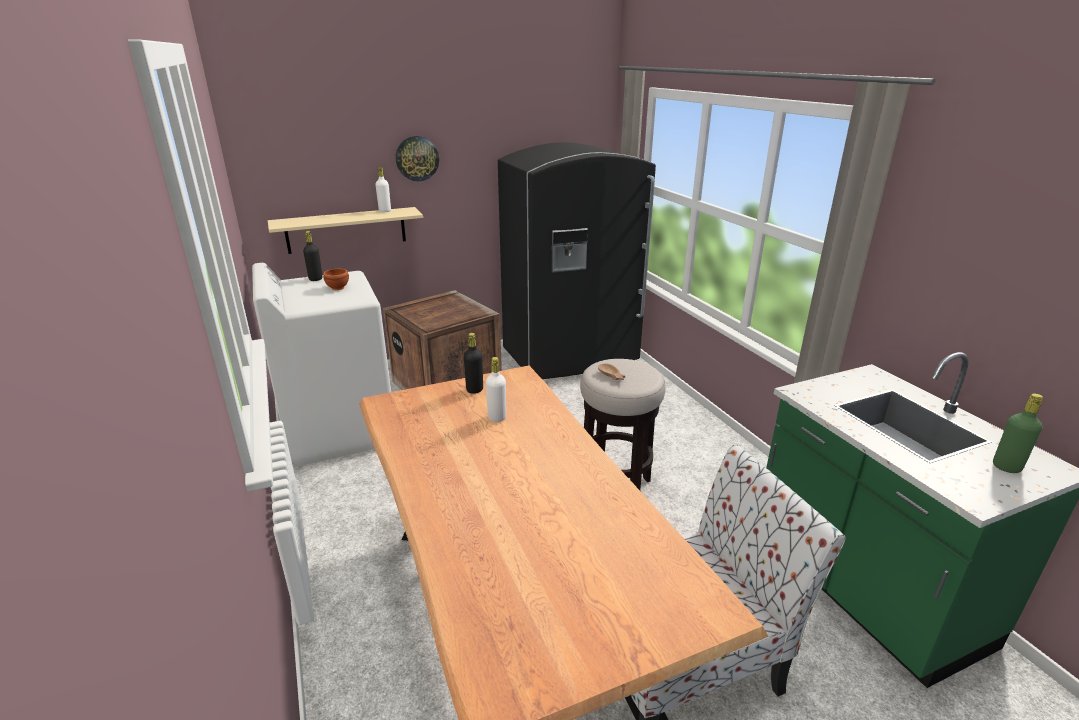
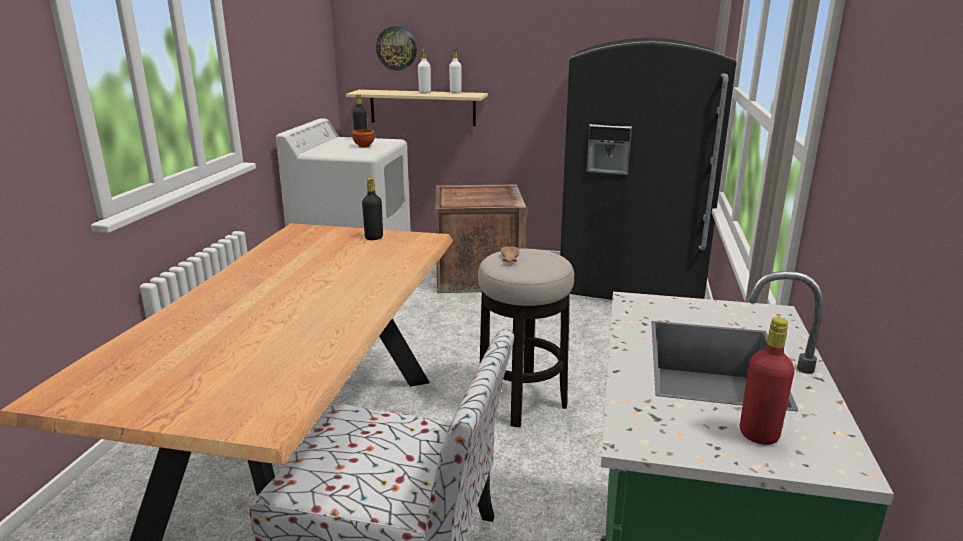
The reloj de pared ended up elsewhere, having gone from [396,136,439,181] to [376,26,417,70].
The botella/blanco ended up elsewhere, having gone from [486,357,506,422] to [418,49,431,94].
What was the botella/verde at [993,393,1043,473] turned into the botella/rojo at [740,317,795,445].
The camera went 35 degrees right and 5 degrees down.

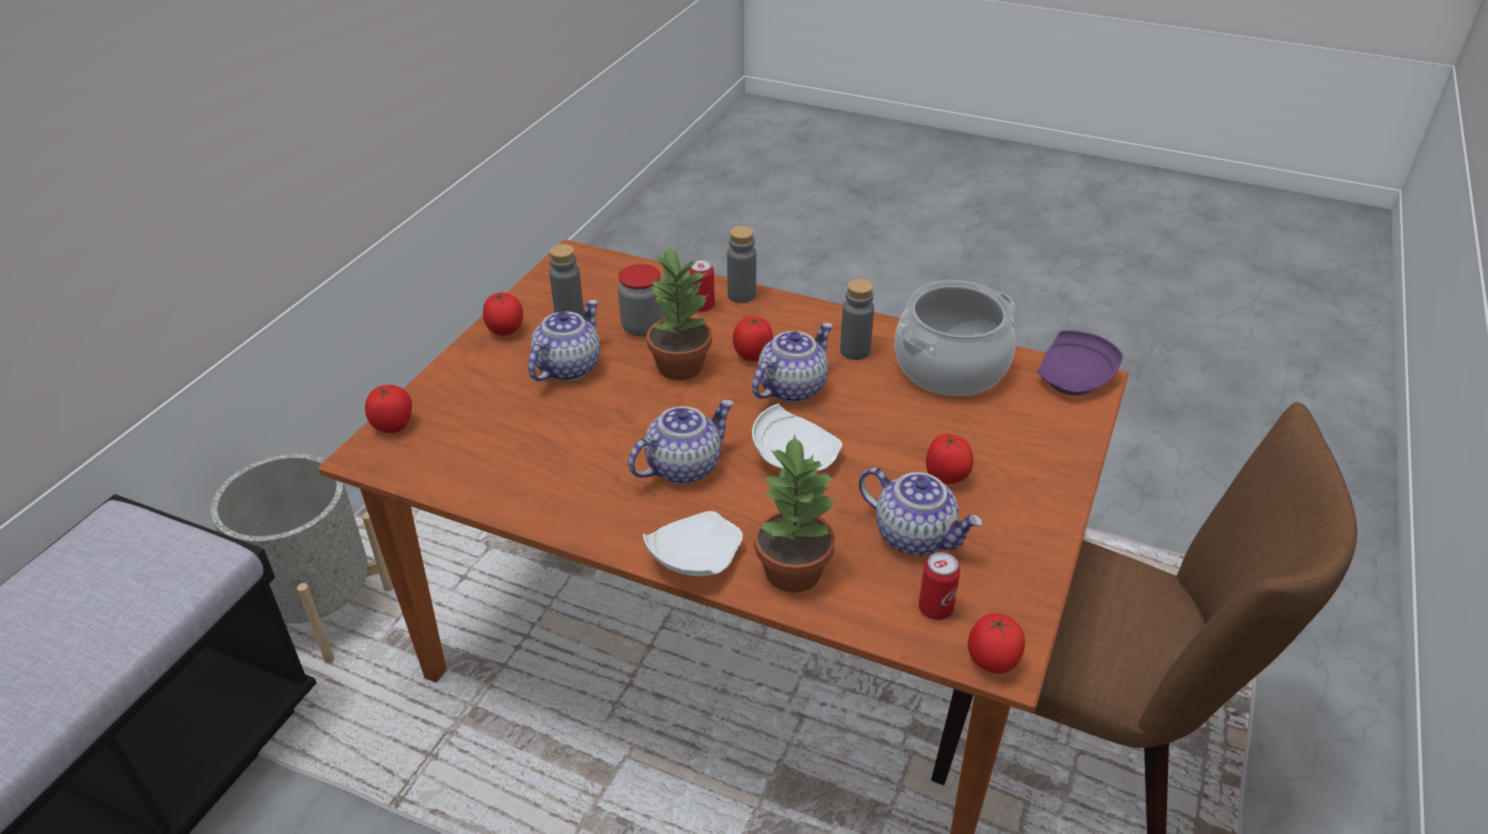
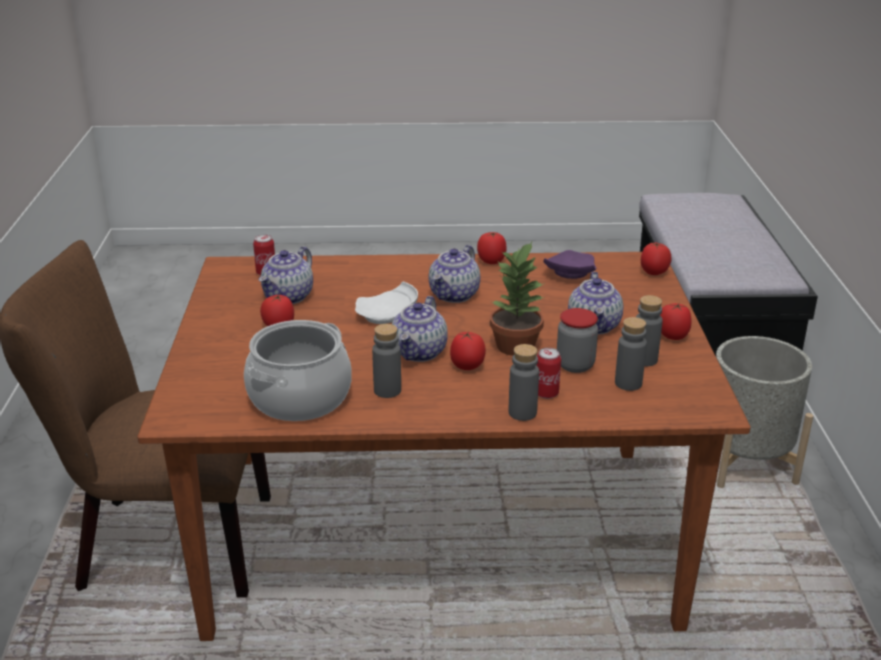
The second view lost the plato/blanco at [643,511,743,576].
The second view lost the planta en maceta at [754,434,836,592].
The tetera at [859,467,983,556] ended up facing another way, 75 degrees counterclockwise from before.
The tomate ended up elsewhere, having gone from [968,613,1025,674] to [477,232,507,264].
The plato/morado ended up elsewhere, having gone from [1037,330,1123,395] to [543,250,597,279].
The second view gained the botella/gris at [615,317,647,391].
The camera went 155 degrees right and 10 degrees down.

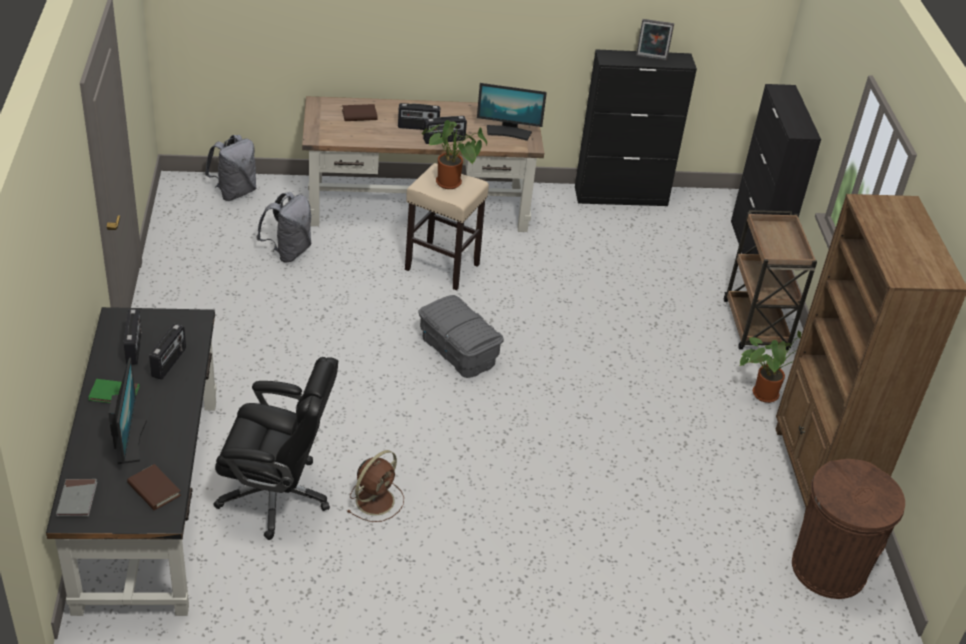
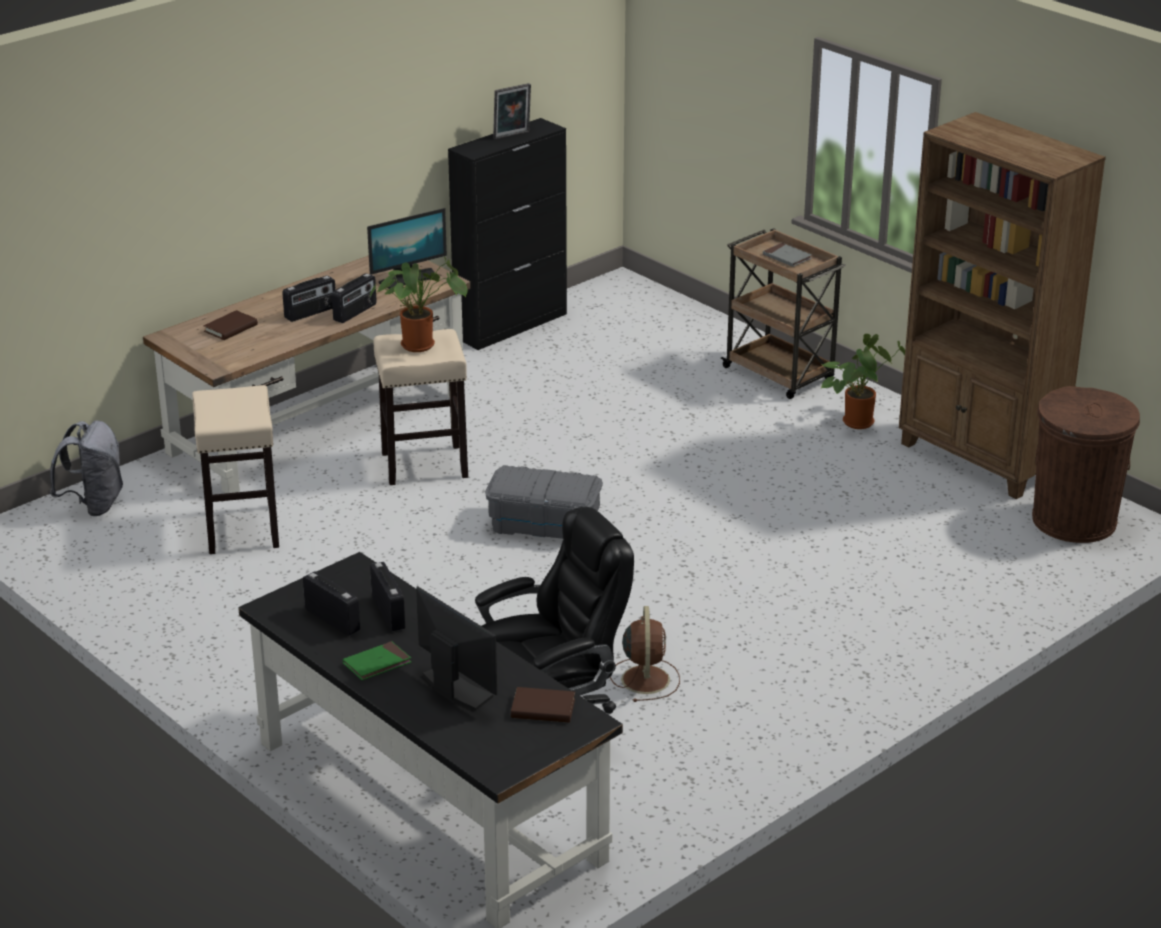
The libro/gris ended up elsewhere, having gone from [56,479,97,517] to [763,243,812,267].
Where the mochila/gris stood at [256,192,312,263], the taburete/beis came to stand at [192,385,279,554].
The second view lost the armario/negro at [731,84,821,254].
The camera went 35 degrees left and 10 degrees down.

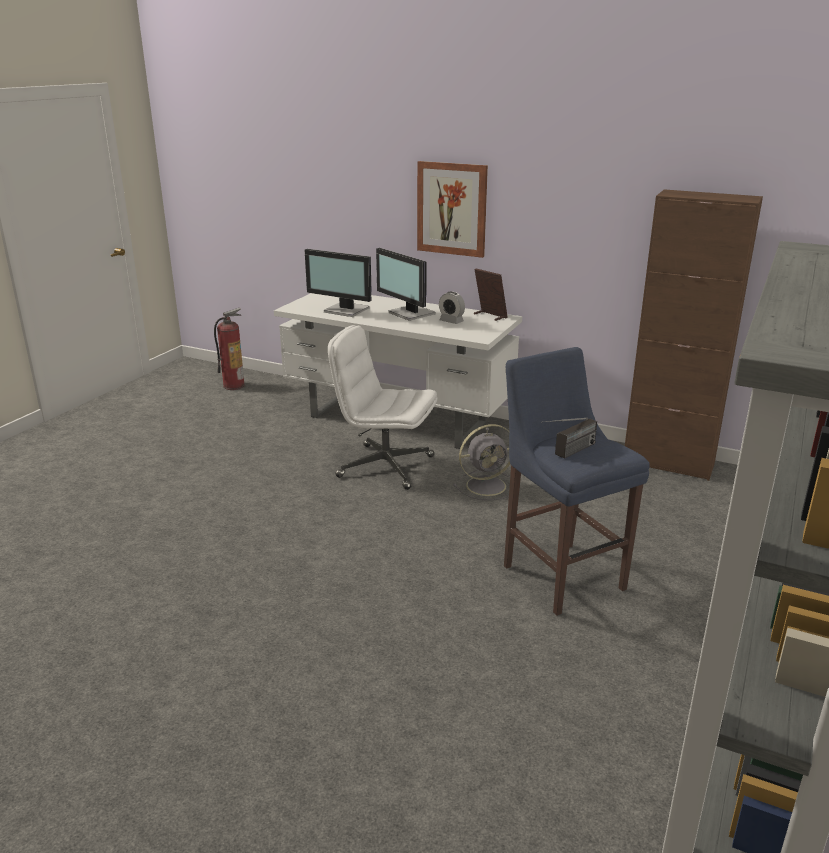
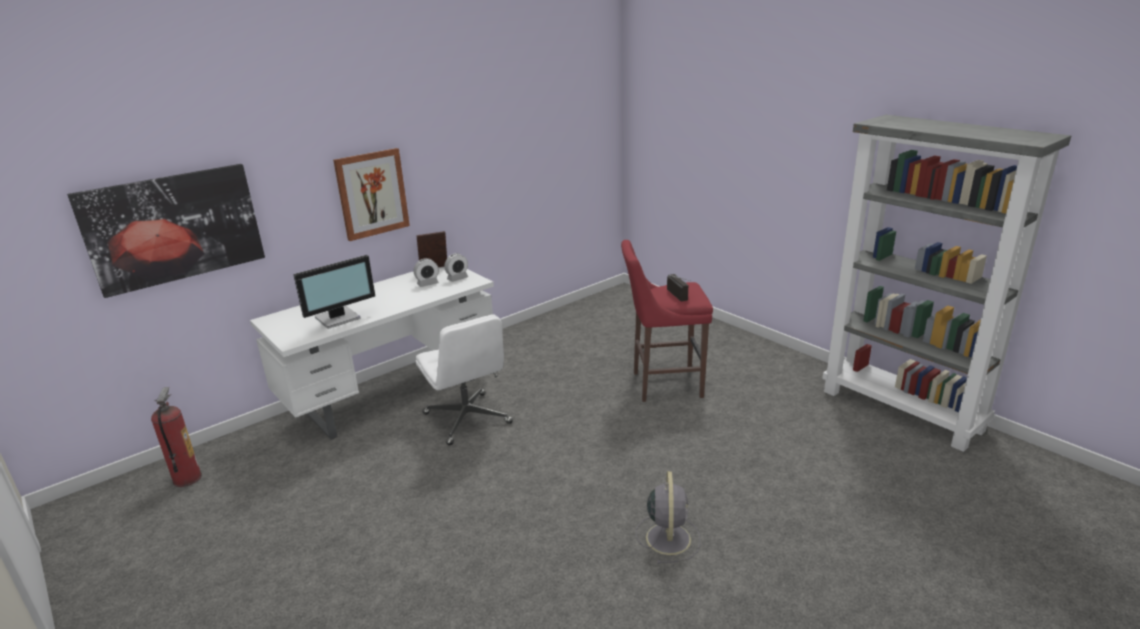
The silla de oficina/blanco at [328,325,437,490] ended up facing another way, 75 degrees counterclockwise from before.
The second view lost the monitor at [376,248,436,321].
The ventilador/gris ended up elsewhere, having gone from [453,424,510,500] to [636,471,701,564].
What was the taburete/azul at [504,347,650,616] turned into the taburete/rojo at [621,240,713,402].
The second view lost the armario/marrón at [625,189,763,481].
The second view gained the cuadro at [67,164,265,298].
The second view gained the despertador at [444,253,468,282].
The camera went 65 degrees left and 0 degrees up.

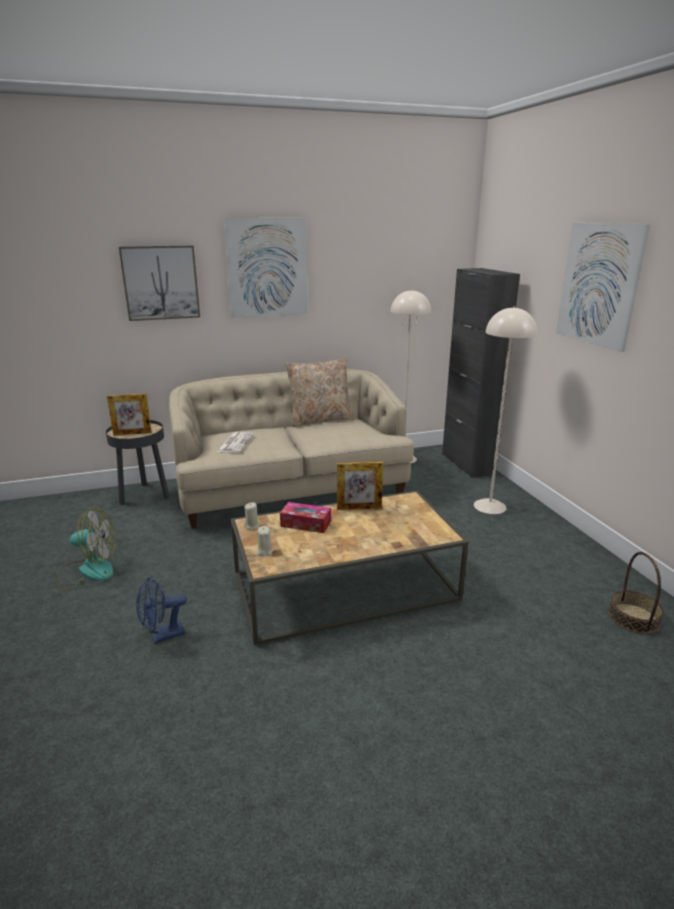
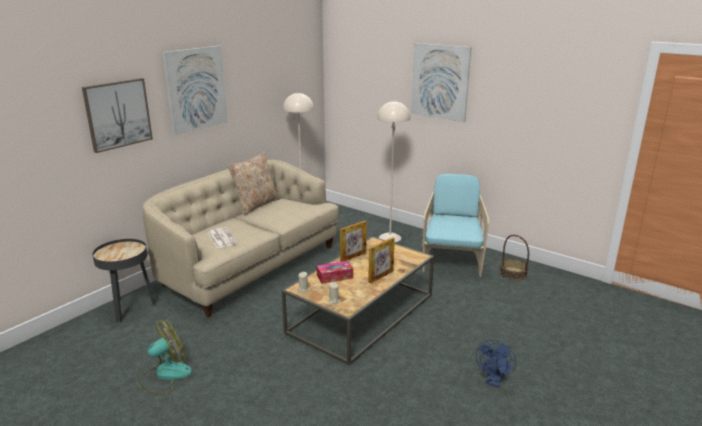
The portarretratos ended up elsewhere, having gone from [107,394,152,435] to [368,237,395,283].
The ventilador/azul ended up elsewhere, having gone from [136,577,187,644] to [476,340,516,387].
The second view lost the armario/negro at [442,268,520,478].
The second view gained the sillón/turquesa at [422,174,489,277].
The camera went 35 degrees left and 0 degrees up.

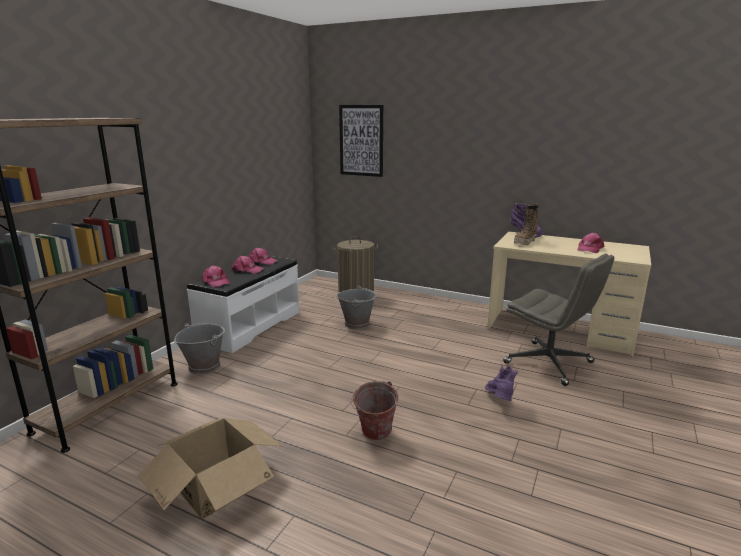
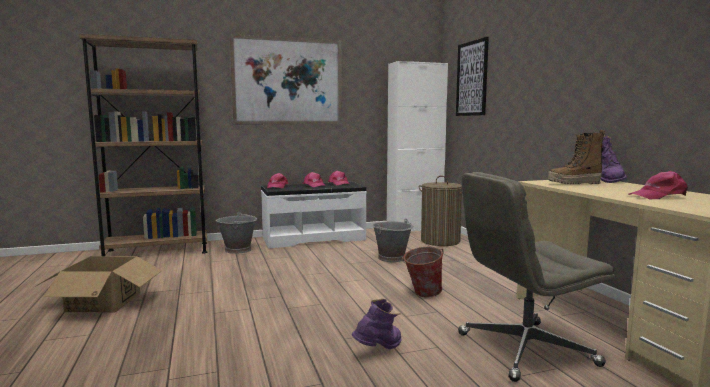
The cubo ended up elsewhere, having gone from [351,381,398,440] to [402,247,444,297].
The silla de oficina/gris at [503,254,614,386] ended up facing another way, 75 degrees clockwise from before.
The second view gained the cuadro at [229,34,342,124].
The second view gained the armario/blanco at [387,61,448,231].
The camera went 45 degrees right and 10 degrees down.

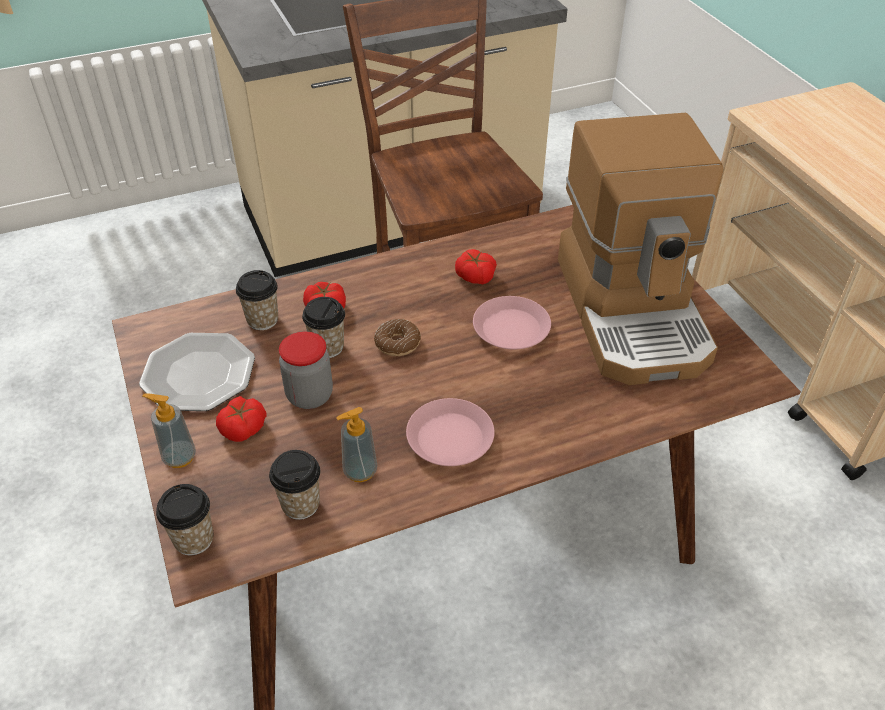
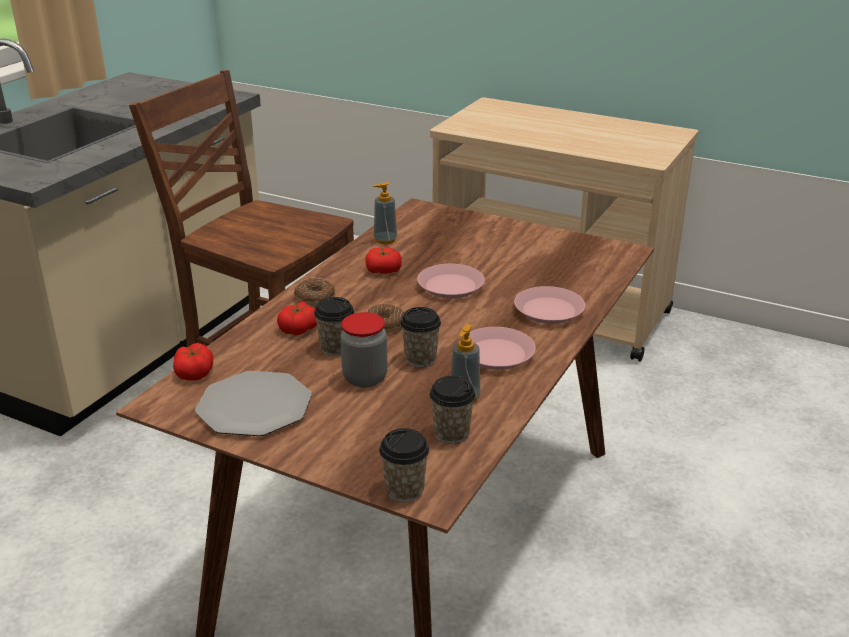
The dispensador de jabón ended up elsewhere, having gone from [143,393,196,468] to [373,182,397,244].
The tomate ended up elsewhere, having gone from [216,396,267,442] to [173,343,213,381].
The taza ended up elsewhere, having gone from [236,270,278,330] to [400,307,441,367].
The second view lost the cafetera at [558,113,723,385].
The second view gained the rosquilla at [294,278,335,305].
The second view gained the plato/rosa at [514,286,585,324].
The camera went 40 degrees left and 15 degrees down.

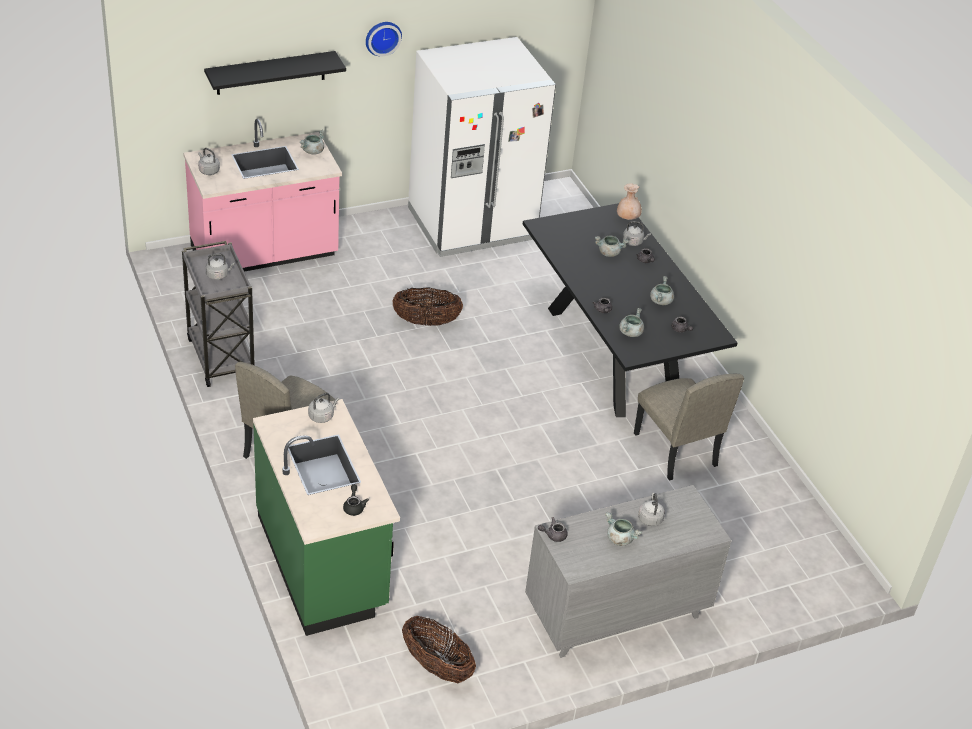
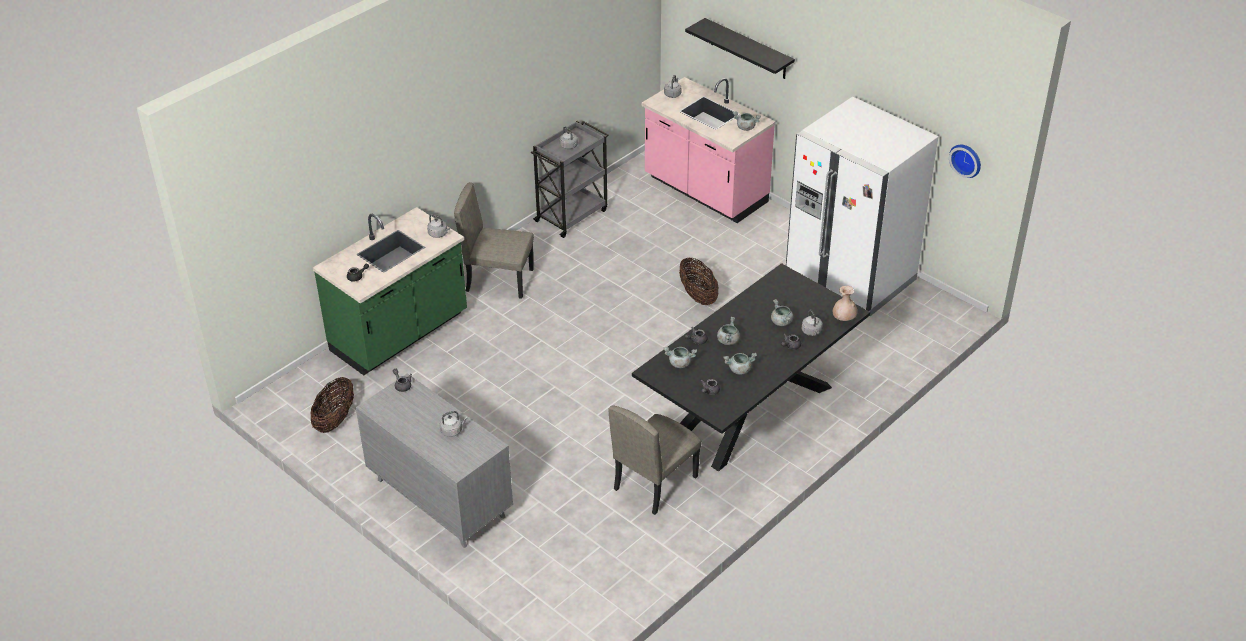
The reloj de pared ended up elsewhere, having gone from [366,22,402,56] to [949,145,981,178].
The olla/gris ended up elsewhere, having gone from [605,512,642,546] to [717,317,740,345].
The camera went 70 degrees right and 0 degrees up.

